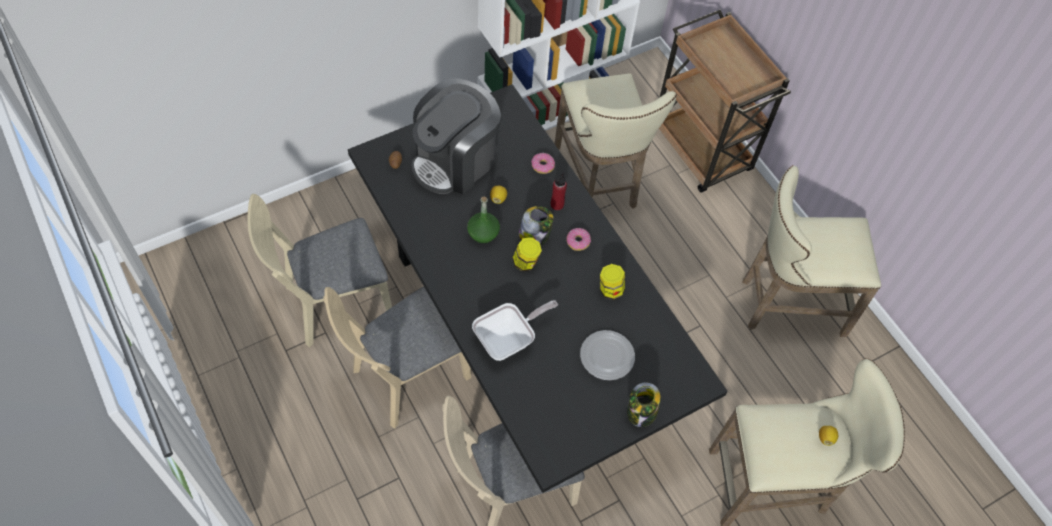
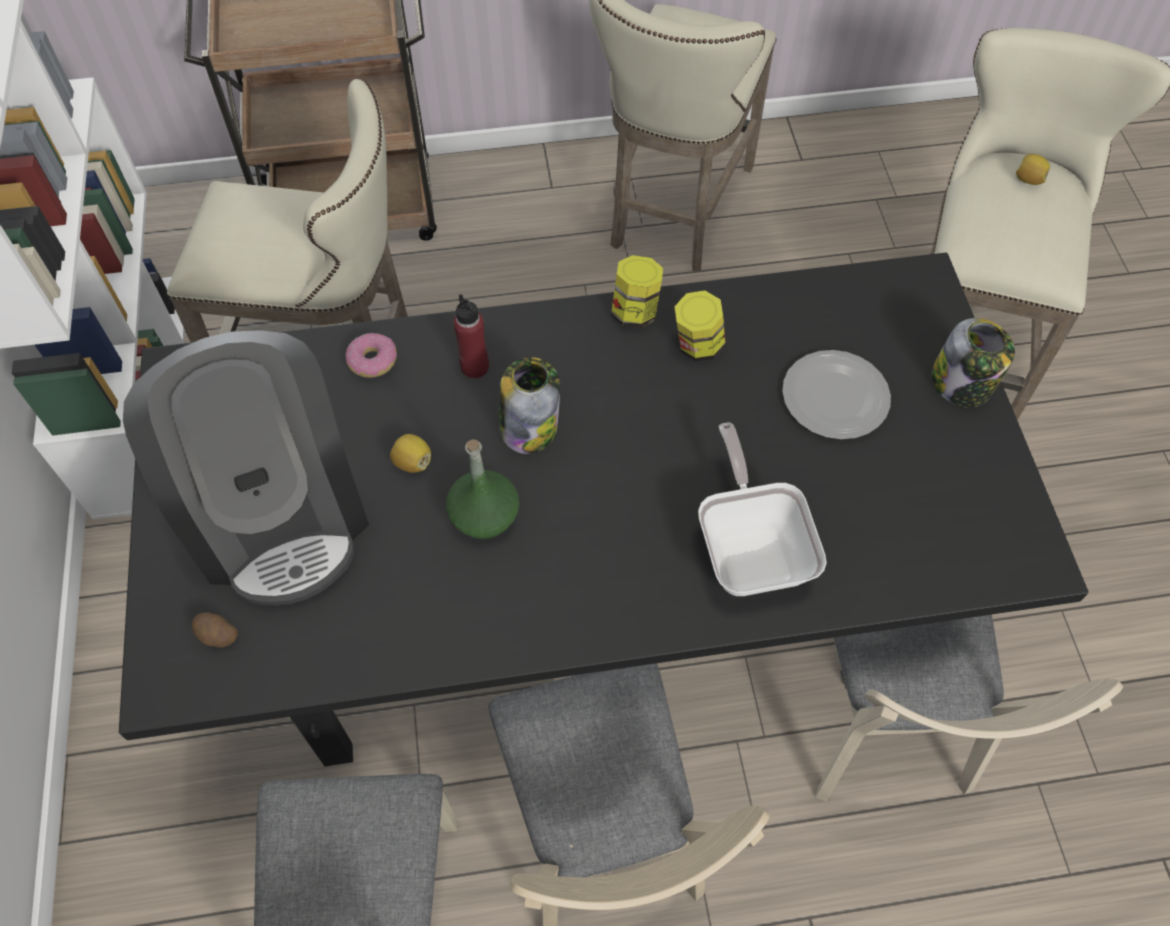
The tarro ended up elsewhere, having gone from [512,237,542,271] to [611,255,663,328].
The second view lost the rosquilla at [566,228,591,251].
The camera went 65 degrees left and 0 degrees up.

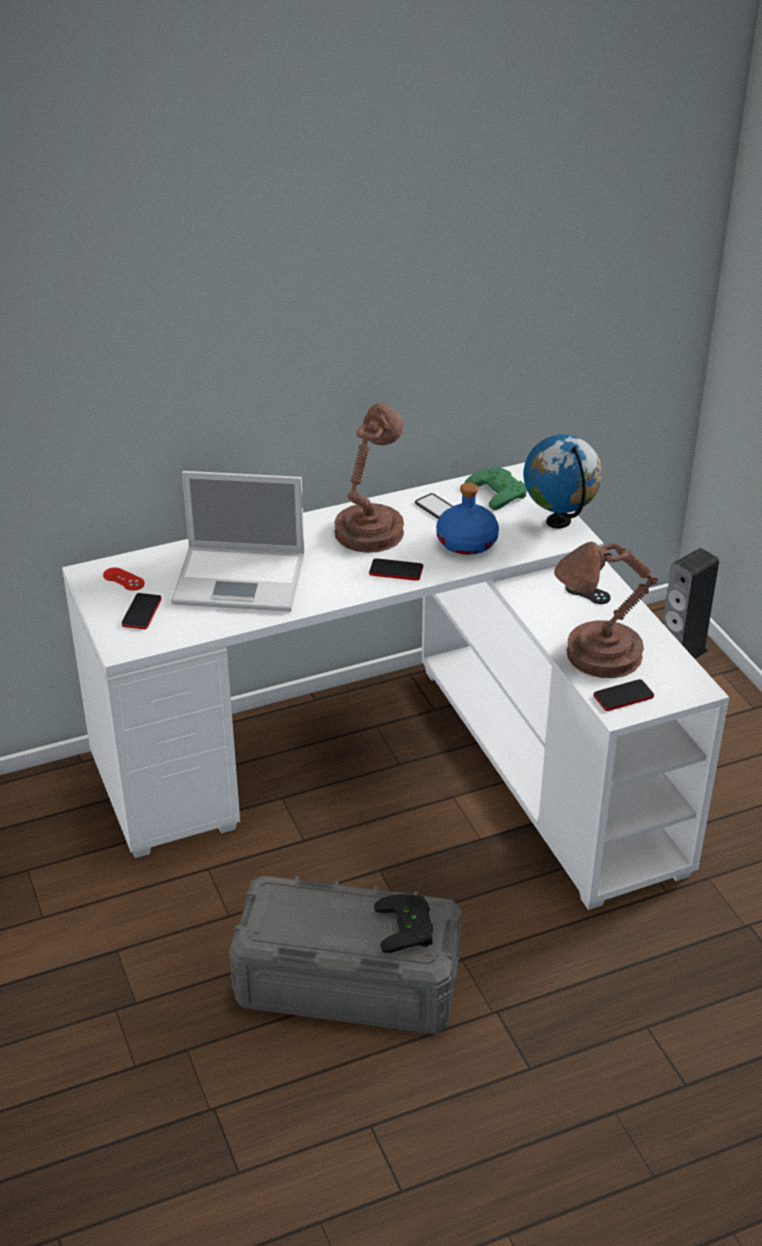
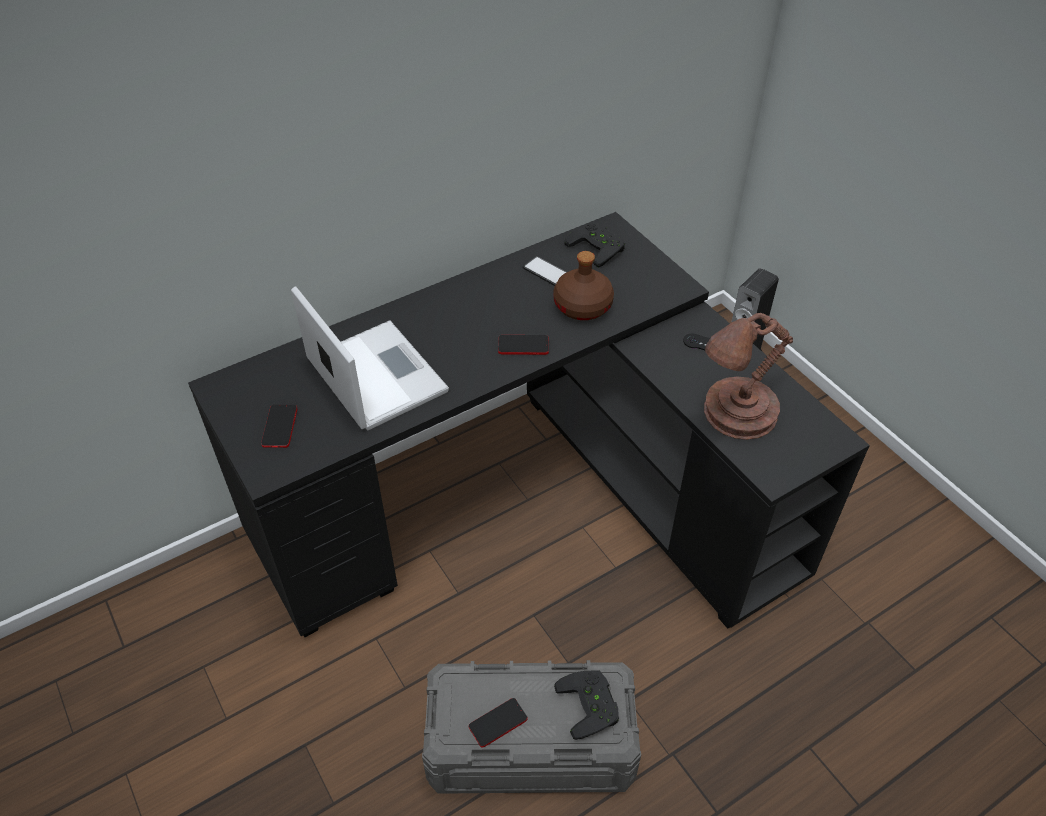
What was the escritorio/blanco at [62,463,729,910] turned into the escritorio/negro at [188,212,870,637].
The second view lost the mando de consola/rojo at [103,567,145,591].
The portátil at [171,471,304,611] ended up facing another way, 120 degrees counterclockwise from before.
The second view lost the lámpara de mesa/marrón at [334,403,404,553].
What was the botella/azul at [436,482,499,555] turned into the botella/marrón at [554,251,614,320].
What was the mando de consola/verde at [465,467,527,510] turned into the mando de consola/negro at [564,222,625,267].
The second view lost the globo terráqueo at [523,434,602,528].
The móvil ended up elsewhere, having gone from [593,679,654,711] to [468,698,528,748].
The camera went 10 degrees left and 10 degrees up.

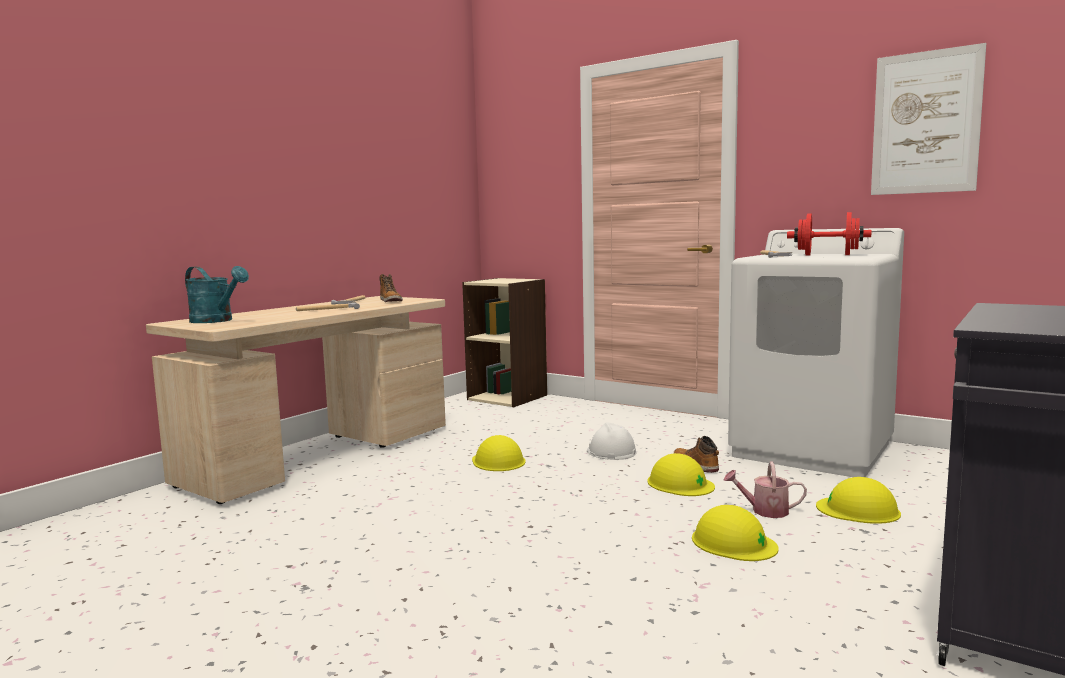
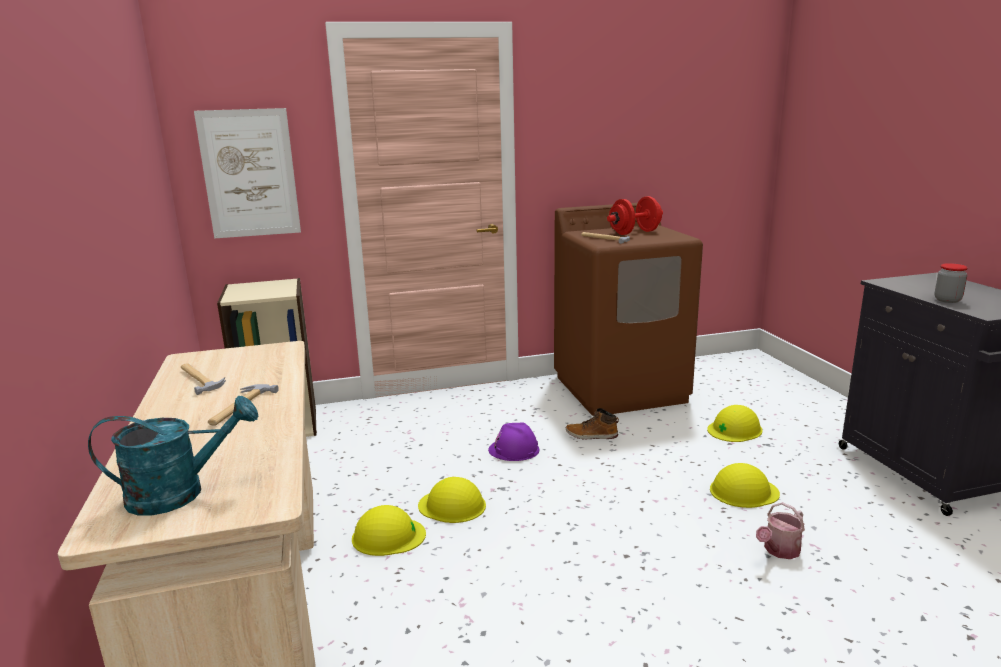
The second view lost the bota at [379,274,403,302].
What was the casco/blanco at [587,422,636,460] turned into the casco/morado at [488,422,540,461].
The casco/amarillo ended up elsewhere, having gone from [647,453,715,496] to [352,505,426,556].
The regadera ended up elsewhere, having gone from [723,461,807,518] to [756,502,805,559].
What was the lavadora/blanco at [728,228,904,477] turned into the lavadora/marrón at [554,203,703,416].
The cuadro ended up elsewhere, having gone from [871,43,986,195] to [194,108,301,238].
The second view gained the tarro at [934,263,968,303].
The camera went 50 degrees left and 10 degrees up.

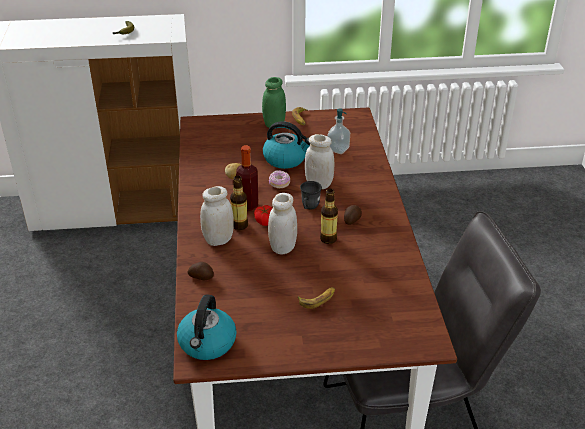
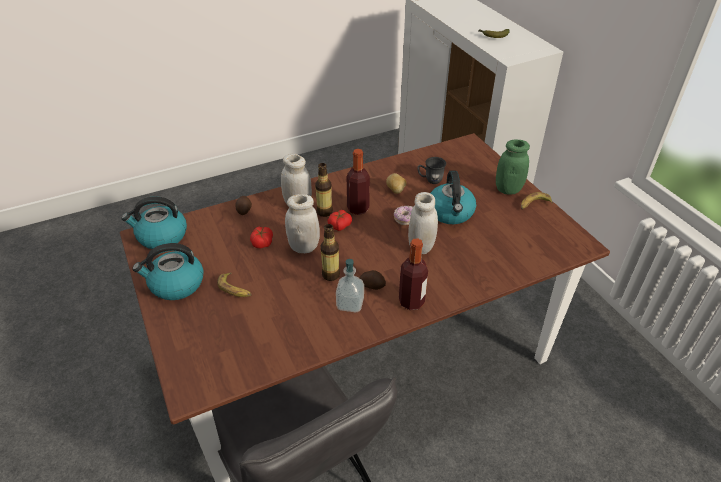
The taza grande/gris ended up elsewhere, having gone from [300,181,322,209] to [417,157,446,184].
The dispensador de jabón ended up elsewhere, having gone from [327,108,350,154] to [336,259,364,313].
The second view gained the hervidor at [132,243,204,300].
The second view gained the tomate at [250,227,273,249].
The second view gained the botella at [399,238,428,310].
The camera went 70 degrees right and 5 degrees up.

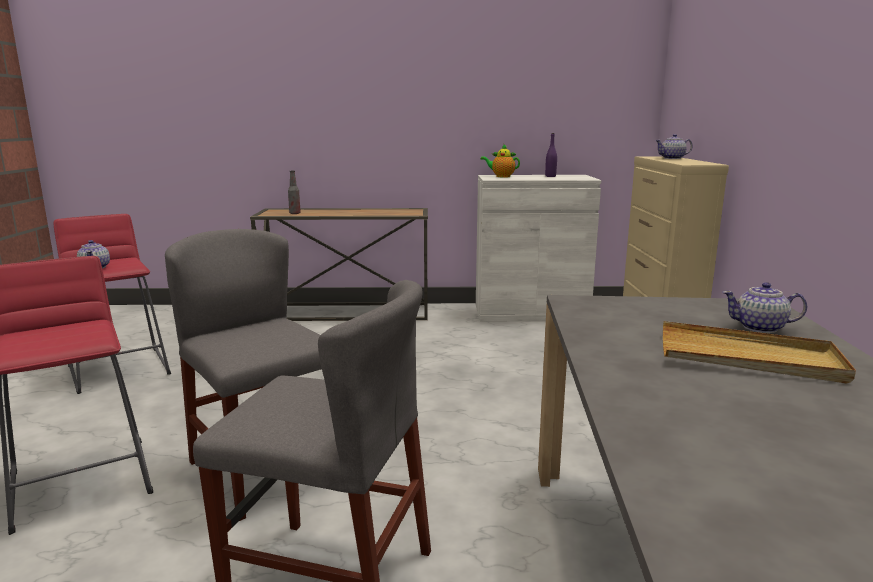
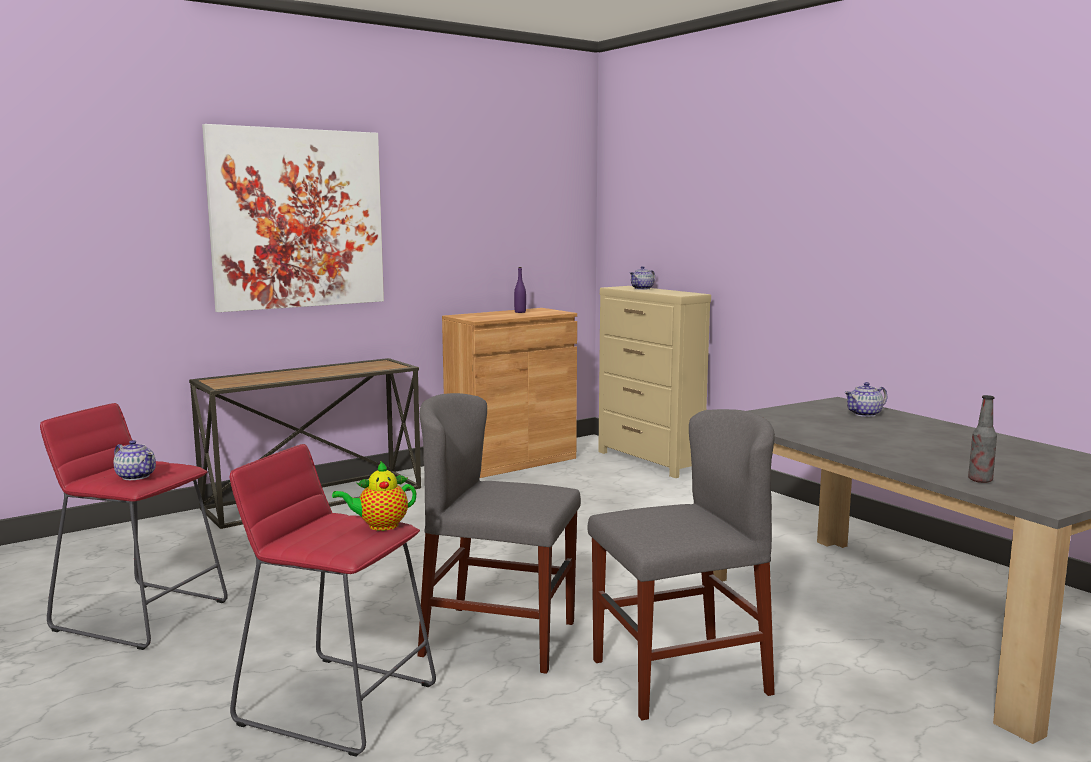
The botella ended up elsewhere, having gone from [288,170,301,214] to [968,395,997,483].
What was the armario/blanco at [476,175,601,322] turned into the armario/marrón at [442,308,577,478].
The tetera ended up elsewhere, having gone from [480,144,520,177] to [332,461,416,531].
The second view lost the bandeja/beis at [663,321,856,383].
The second view gained the cuadro at [202,124,384,312].
The camera went 35 degrees left and 5 degrees down.

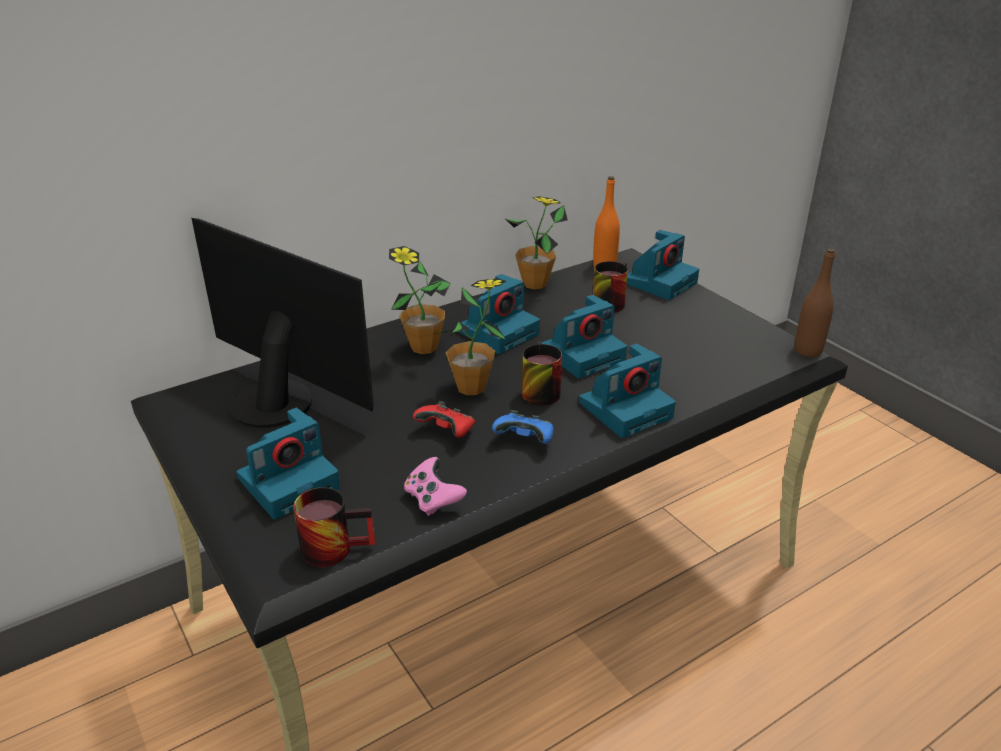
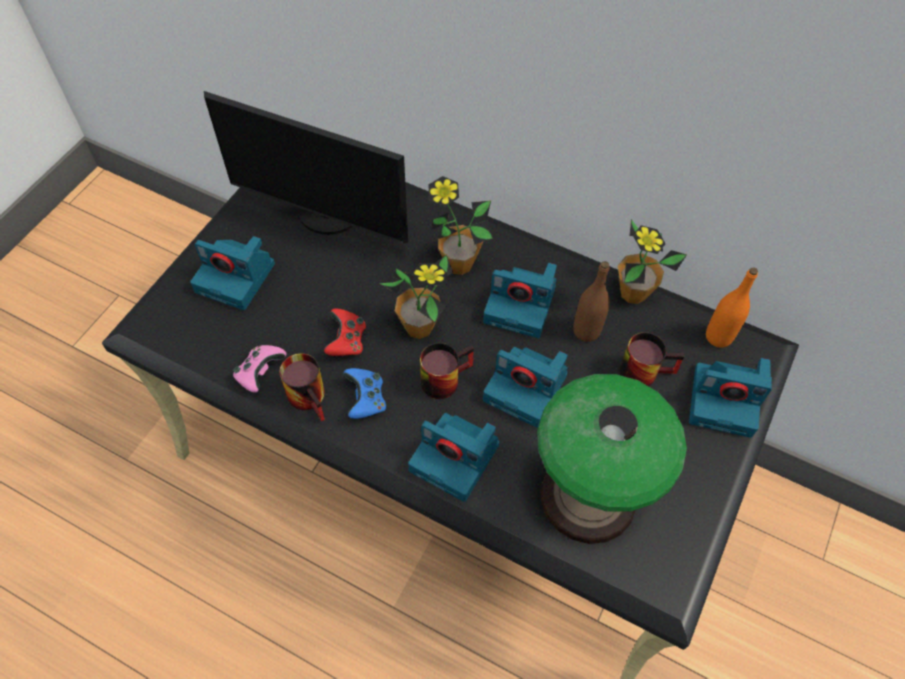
The monitor at [192,218,374,428] ended up facing another way, 105 degrees clockwise from before.
The taza grande ended up elsewhere, having gone from [293,487,375,567] to [280,353,325,421].
The botella/marrón ended up elsewhere, having gone from [795,248,835,357] to [573,261,610,342].
The second view gained the lámpara de mesa at [537,374,687,544].
The camera went 60 degrees right and 25 degrees up.

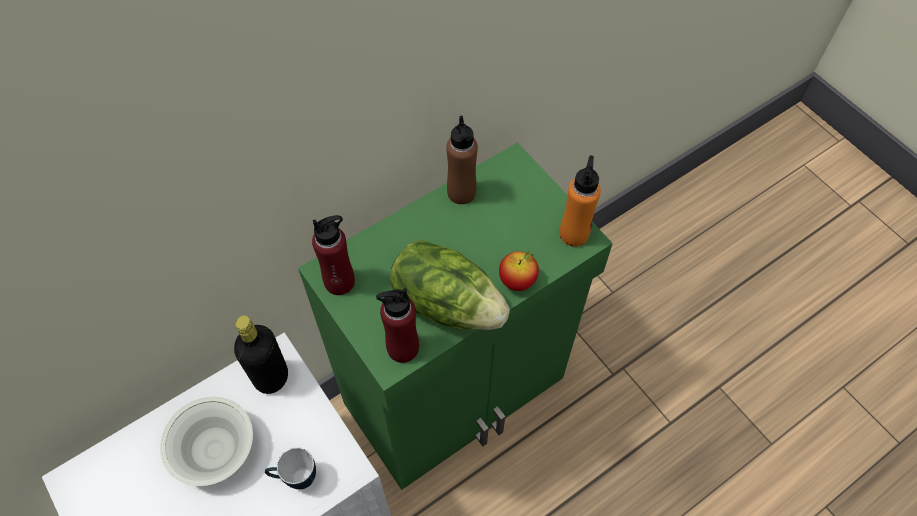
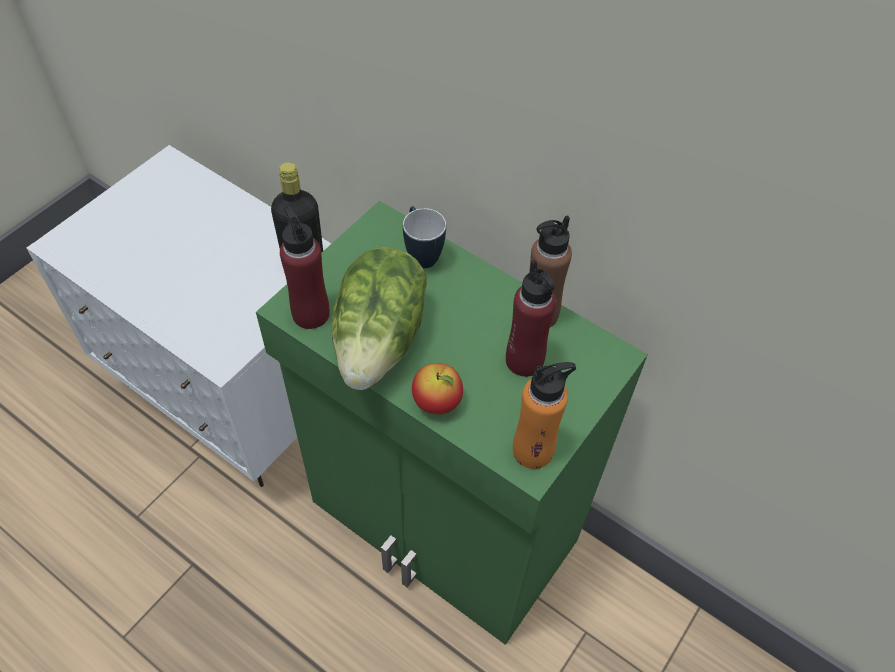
The second view lost the cuenco/blanco at [160,397,253,486].
The taza grande ended up elsewhere, having gone from [265,448,316,489] to [403,206,446,268].
The botella/rojo ended up elsewhere, having gone from [312,215,355,295] to [506,260,556,377].
The camera went 70 degrees right and 5 degrees down.

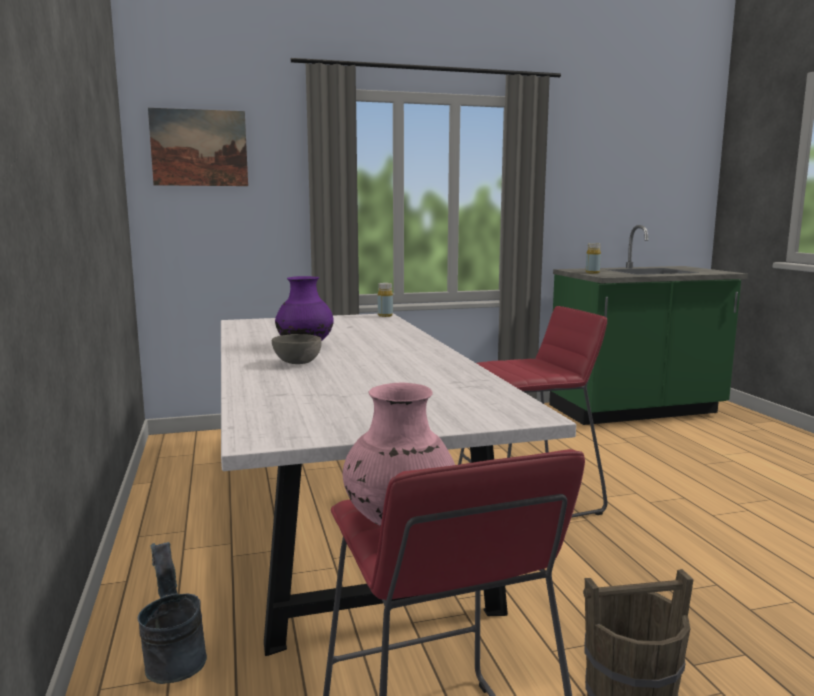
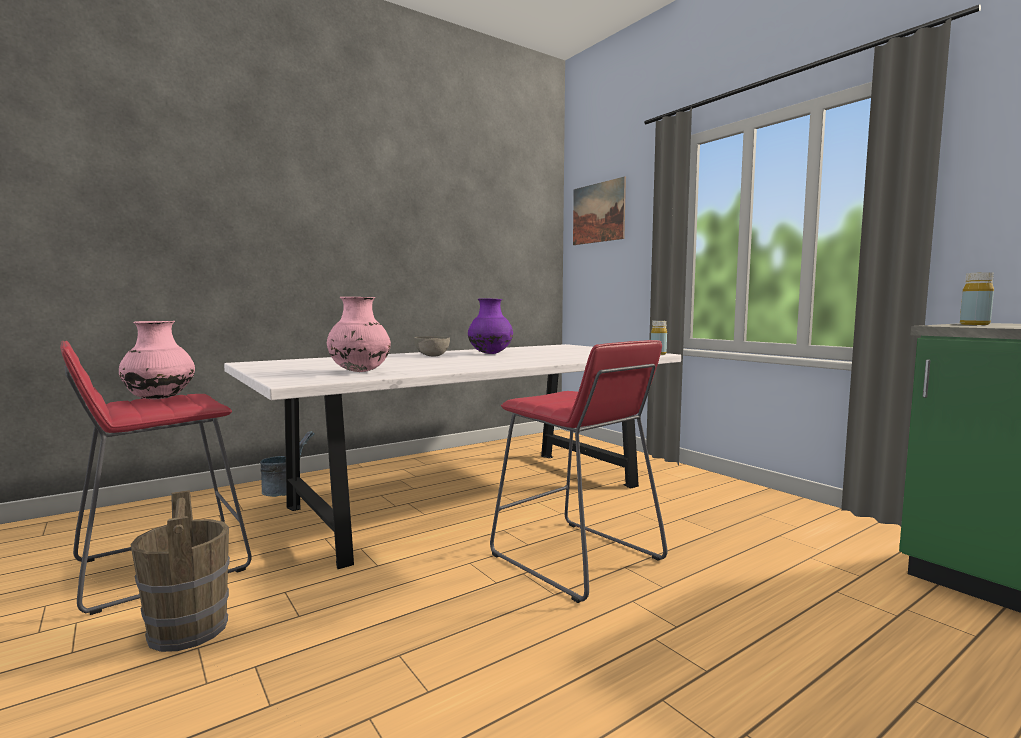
The second view gained the florero/rosa at [327,297,391,372].
The camera went 70 degrees right and 5 degrees down.

